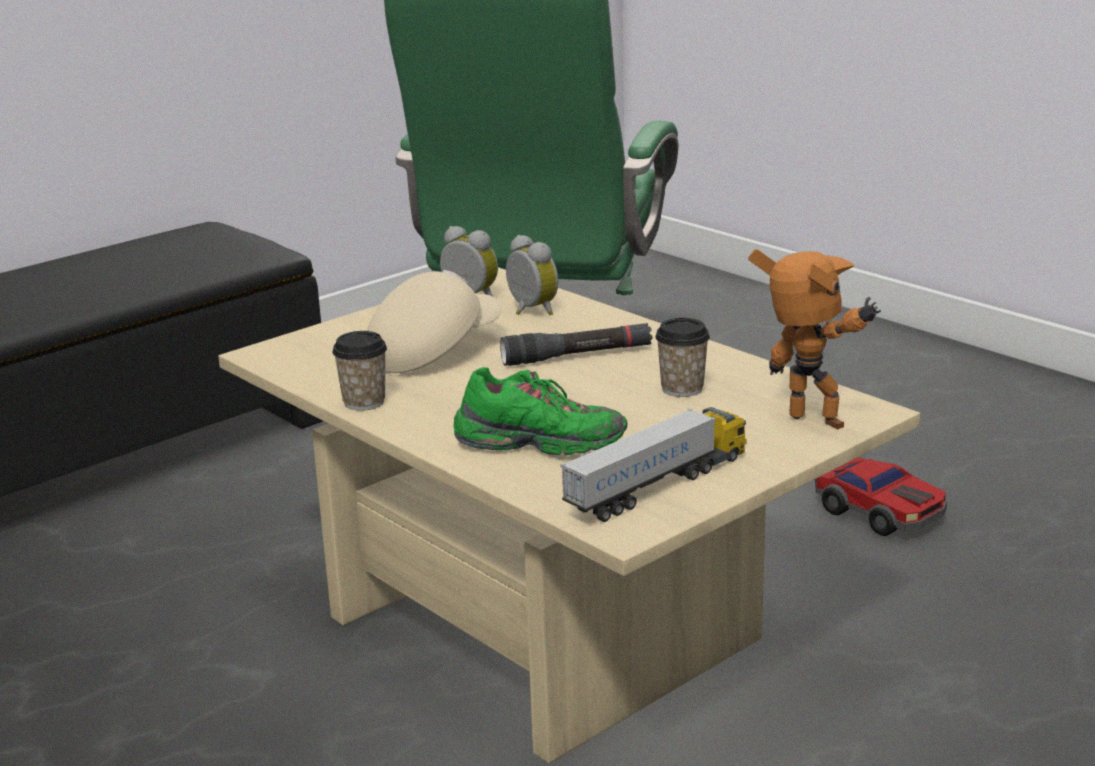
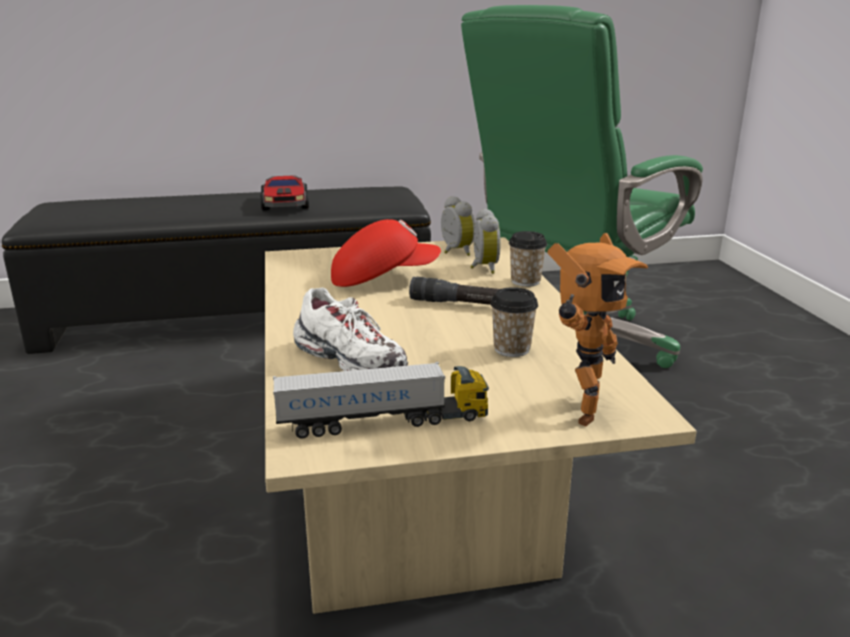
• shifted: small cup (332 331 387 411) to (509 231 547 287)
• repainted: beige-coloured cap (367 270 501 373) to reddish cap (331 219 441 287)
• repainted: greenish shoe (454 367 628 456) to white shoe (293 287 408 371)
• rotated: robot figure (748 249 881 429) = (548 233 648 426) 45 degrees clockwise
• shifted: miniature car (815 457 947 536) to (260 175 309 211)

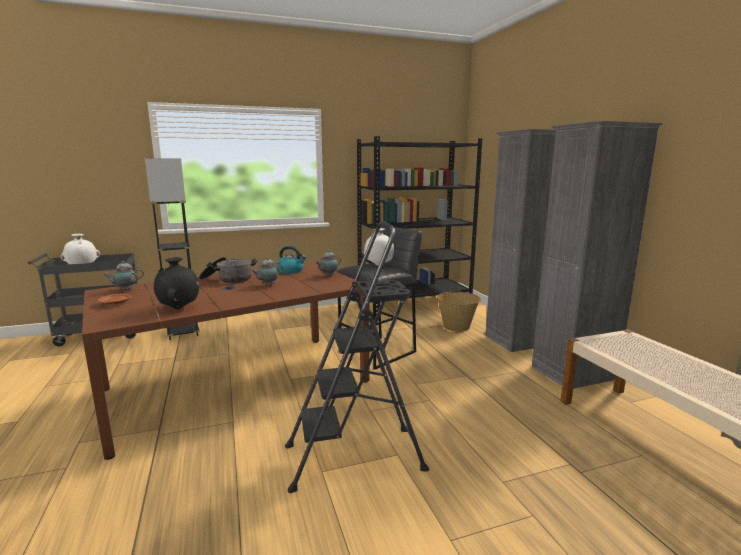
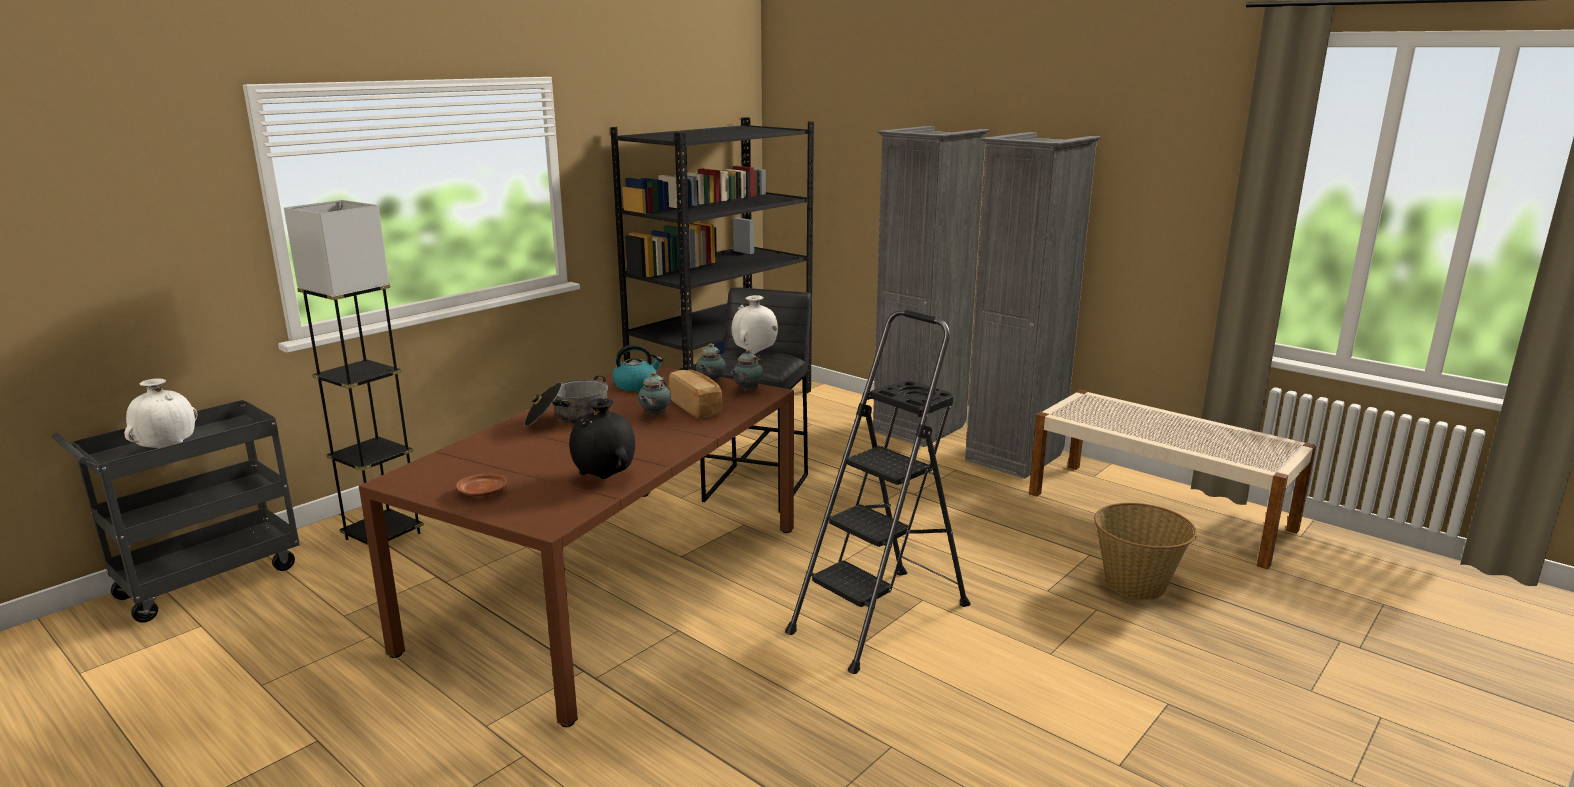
• shifted: teapot (103 261 144 290) to (731 350 763 392)
• shifted: household basket (437 292 481 332) to (1094 503 1197 600)
• new: bread (668 370 723 419)

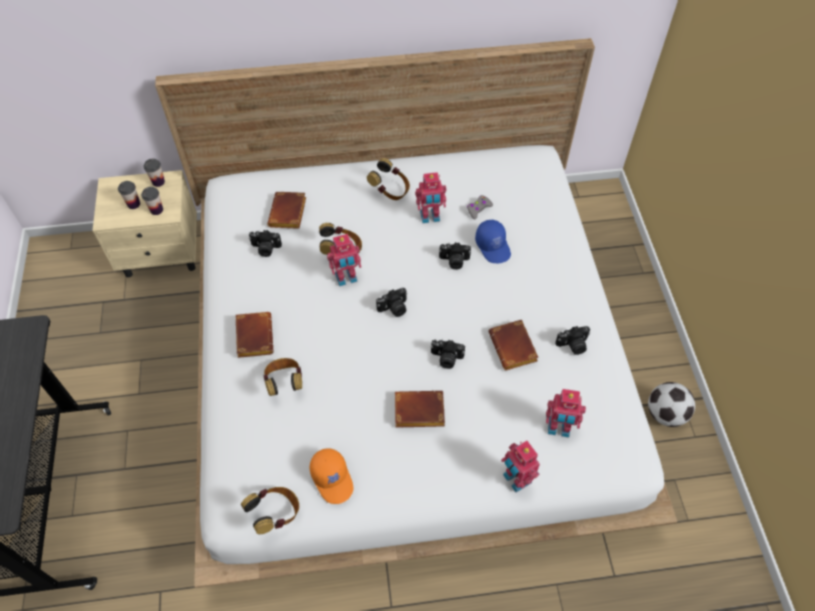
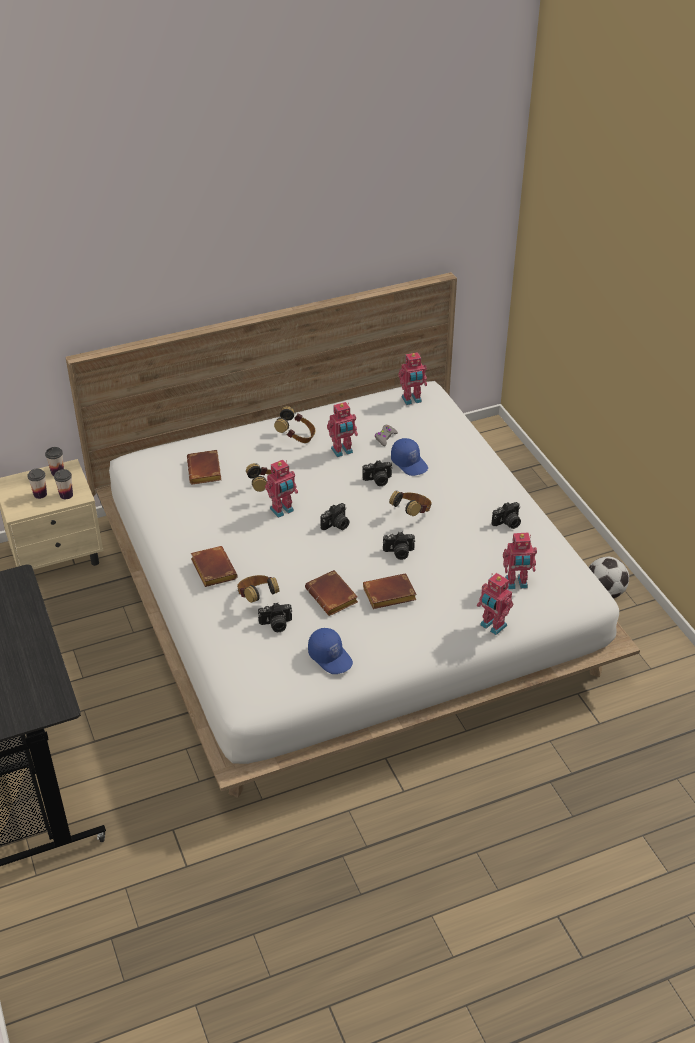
• shifted: pair of headphones (241 487 299 534) to (389 490 432 516)
• shifted: still camera (249 230 282 257) to (258 602 292 632)
• repainted: orange-coloured cap (310 448 353 504) to blue-coloured cap (308 628 353 674)
• shifted: brown book (488 319 539 370) to (305 570 358 616)
• new: robot figure (398 352 427 405)

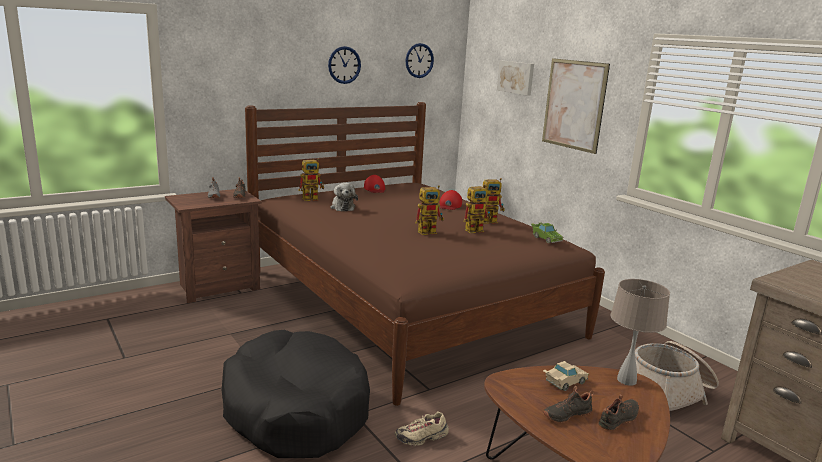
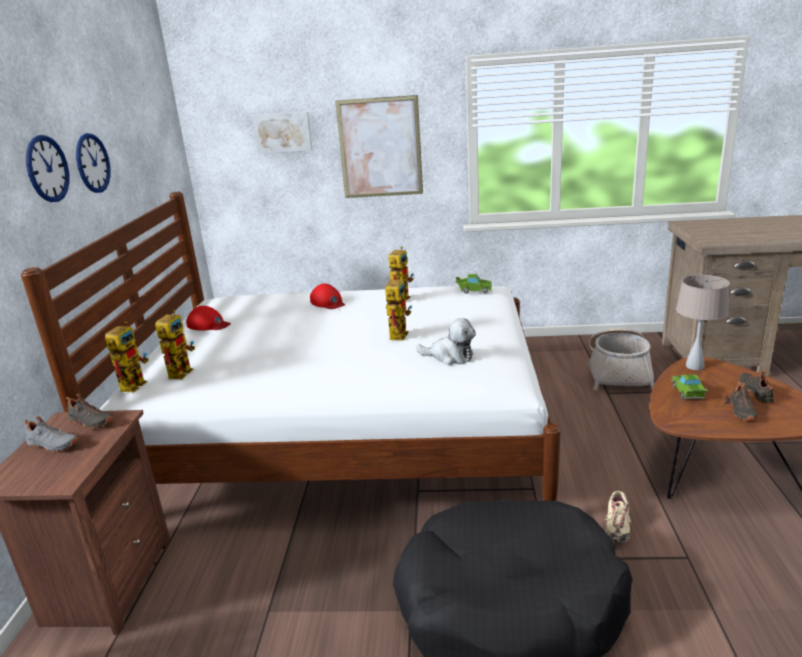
• repainted: brown bedroom bed (245 102 605 406) to white bedroom bed (21 192 561 501)
• shifted: plush toy (330 183 358 211) to (416 318 476 365)
• shifted: clock on the wall (405 43 434 78) to (26 135 69 202)
• shifted: robot figure (463 185 491 233) to (105 321 149 392)
• repainted: beige-coloured miniature car (543 361 589 391) to greenish miniature car (672 374 708 399)

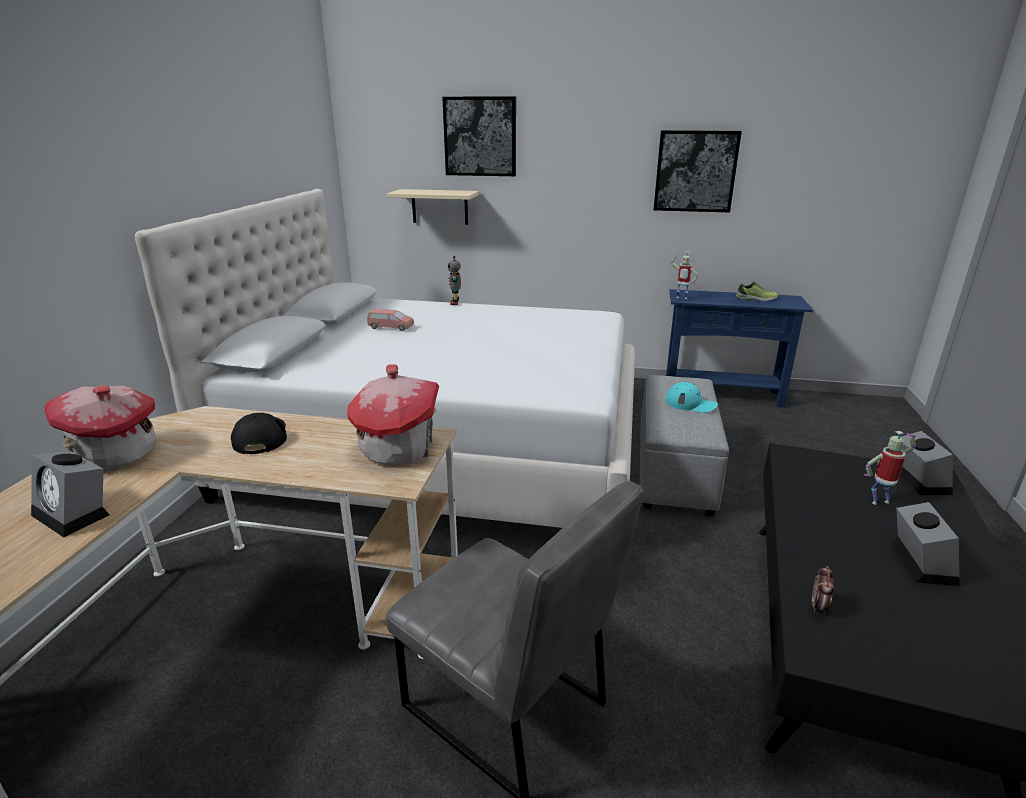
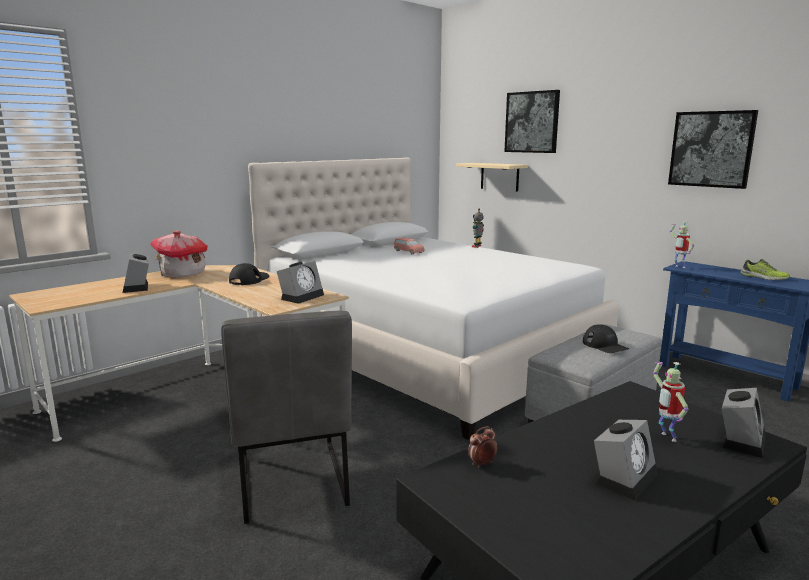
• swapped: model house (347 364 439 465) to table clock (277 261 324 304)
• repainted: turquoise cap (665 382 718 413) to blackish cap (583 324 629 353)
• rotated: robot figure (864 431 916 505) = (653 362 688 442) 135 degrees counterclockwise

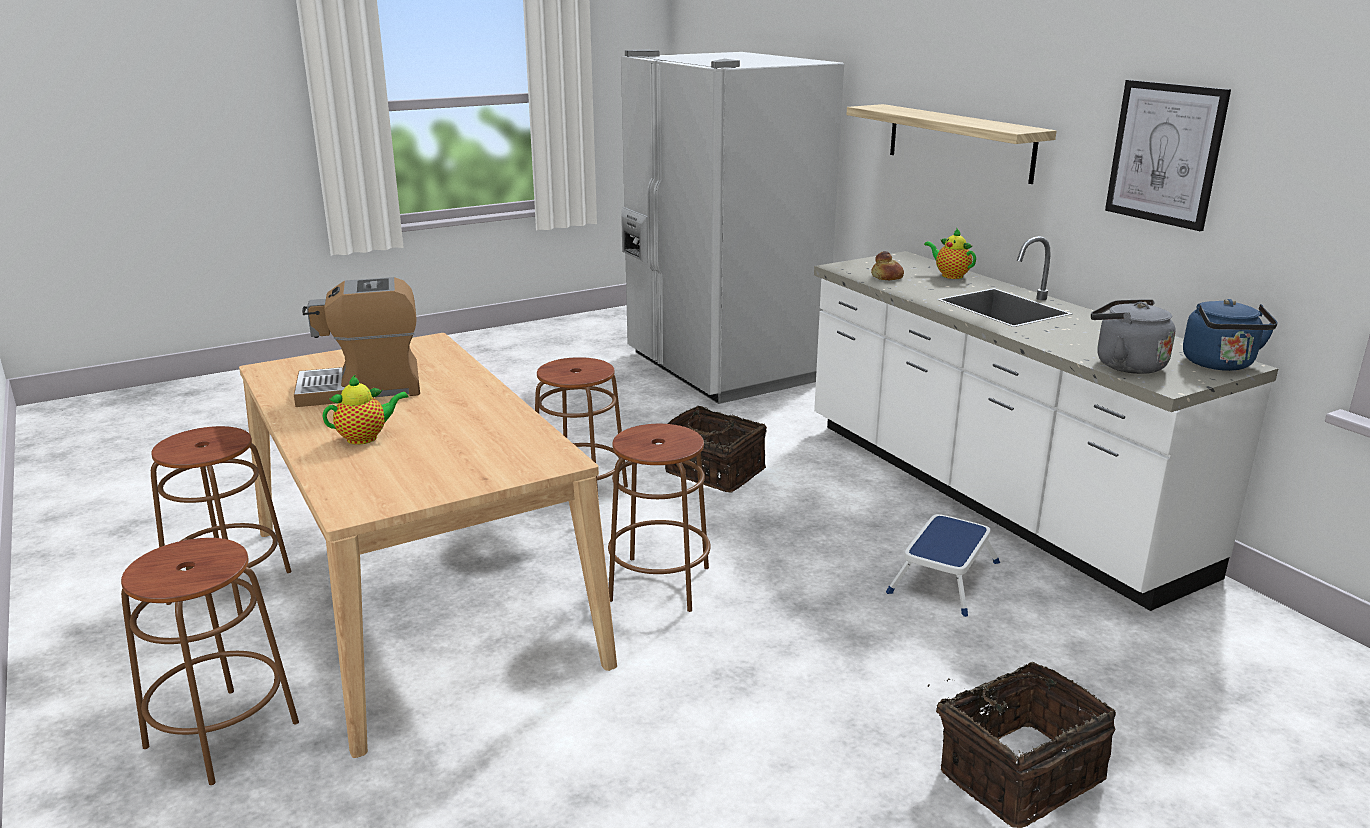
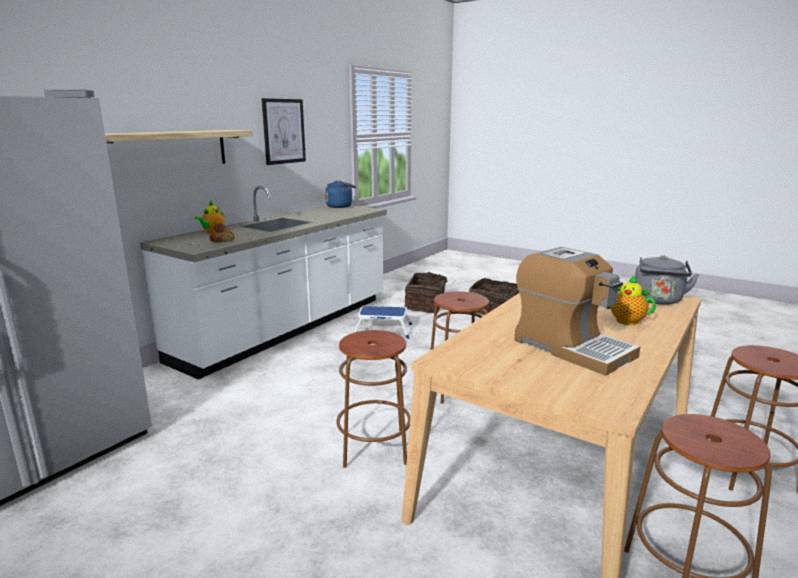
• shifted: household basket (665 406 767 493) to (405 272 447 313)
• shifted: grey tea kettle (1091 299 1176 374) to (635 255 699 305)

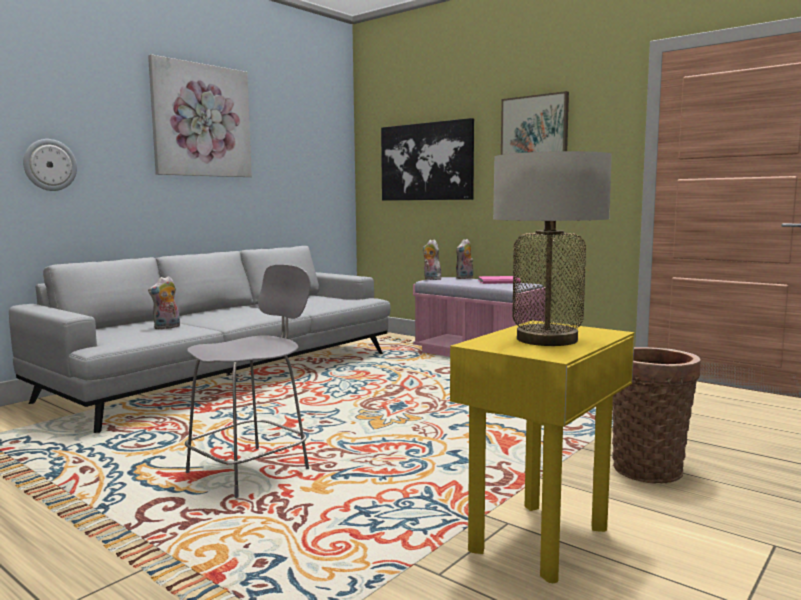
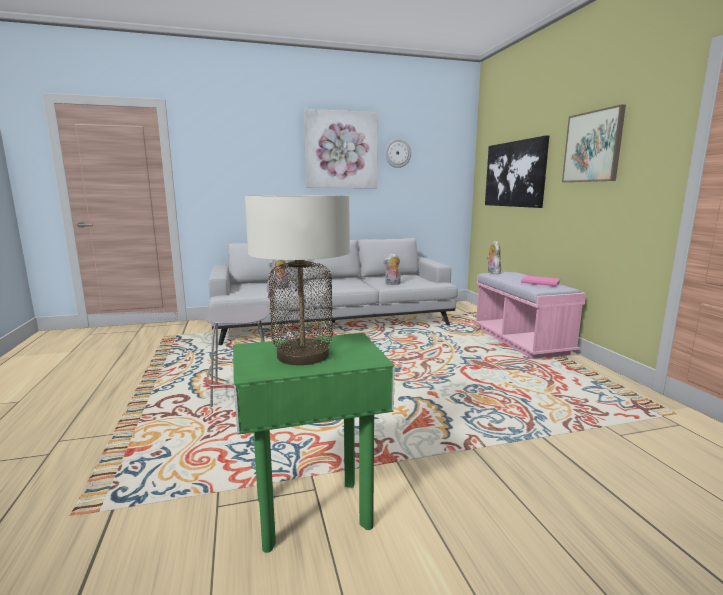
• shifted: clock on the wall (23 139 77 191) to (385 139 411 168)
• repainted: yellow end table (450 320 635 583) to greenish end table (233 333 395 553)
• shifted: plush toy (456 239 473 279) to (383 253 401 285)
• gone: household basket (612 347 701 483)

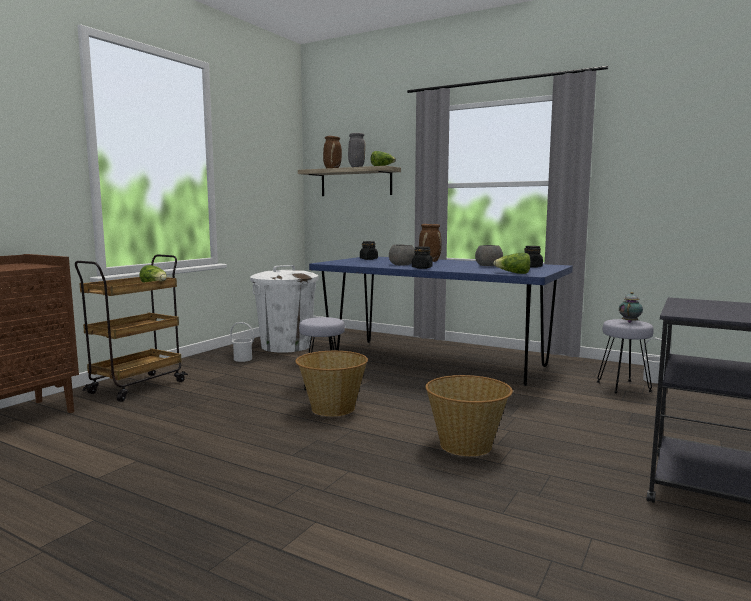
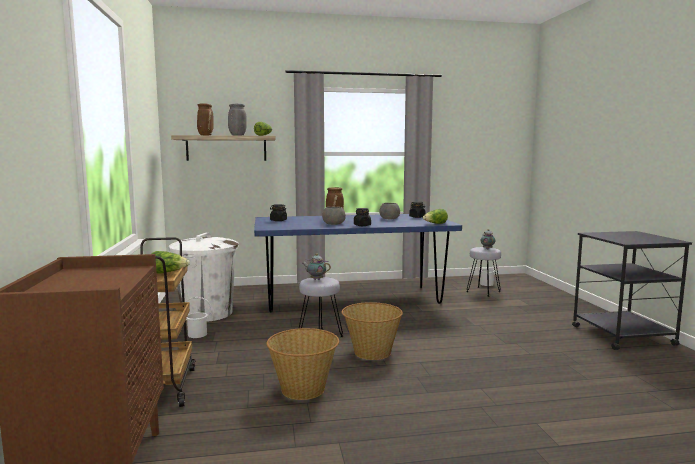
• shifted: household basket (425 375 513 456) to (267 328 339 400)
• new: teapot (302 254 331 280)

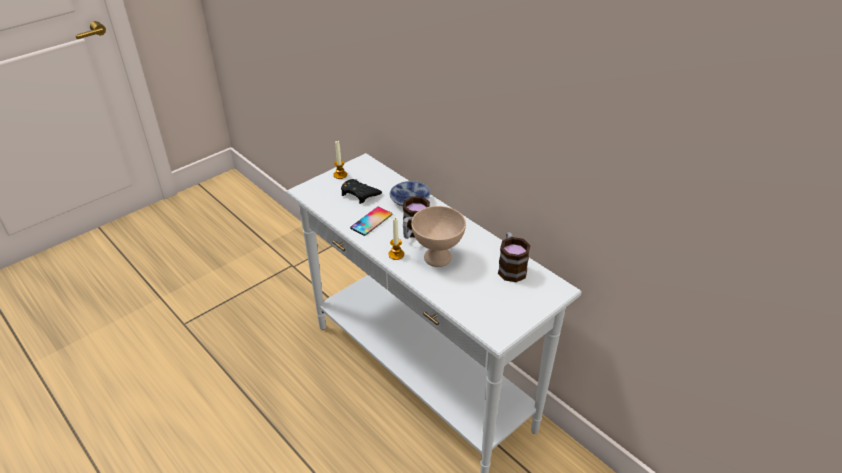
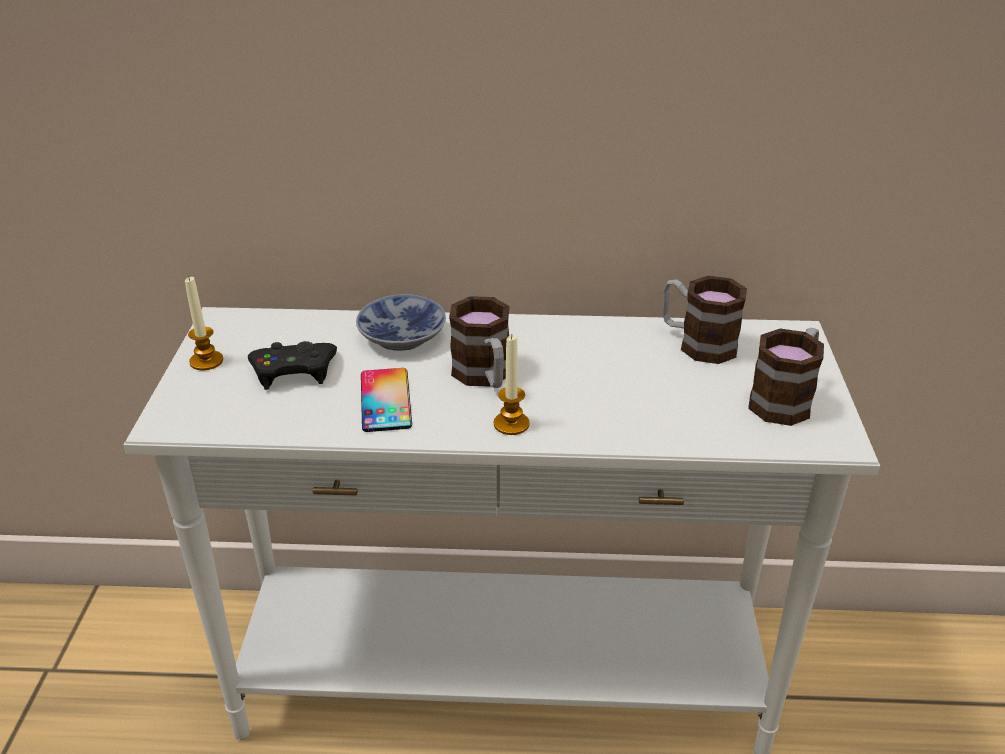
• gone: beige-coloured deep dish (411 206 466 267)
• new: coffee mug (748 328 824 426)

